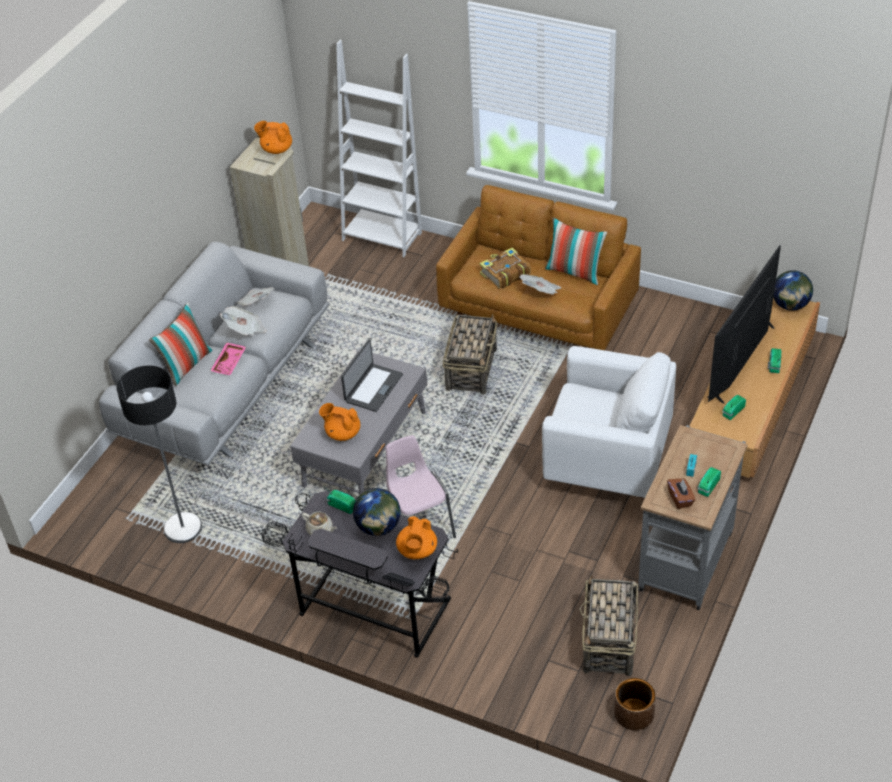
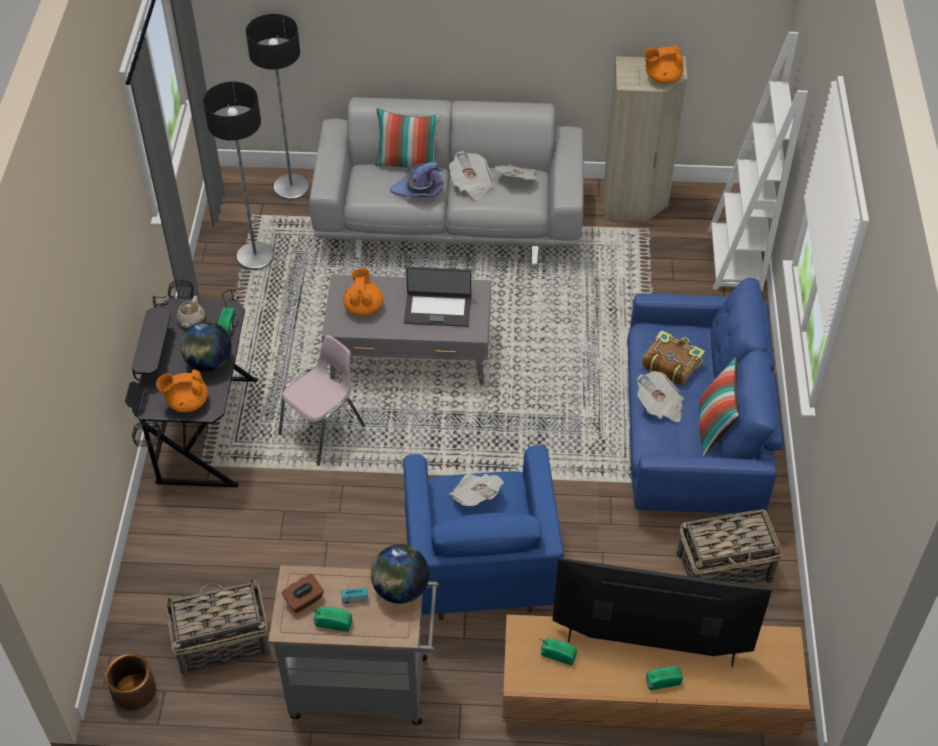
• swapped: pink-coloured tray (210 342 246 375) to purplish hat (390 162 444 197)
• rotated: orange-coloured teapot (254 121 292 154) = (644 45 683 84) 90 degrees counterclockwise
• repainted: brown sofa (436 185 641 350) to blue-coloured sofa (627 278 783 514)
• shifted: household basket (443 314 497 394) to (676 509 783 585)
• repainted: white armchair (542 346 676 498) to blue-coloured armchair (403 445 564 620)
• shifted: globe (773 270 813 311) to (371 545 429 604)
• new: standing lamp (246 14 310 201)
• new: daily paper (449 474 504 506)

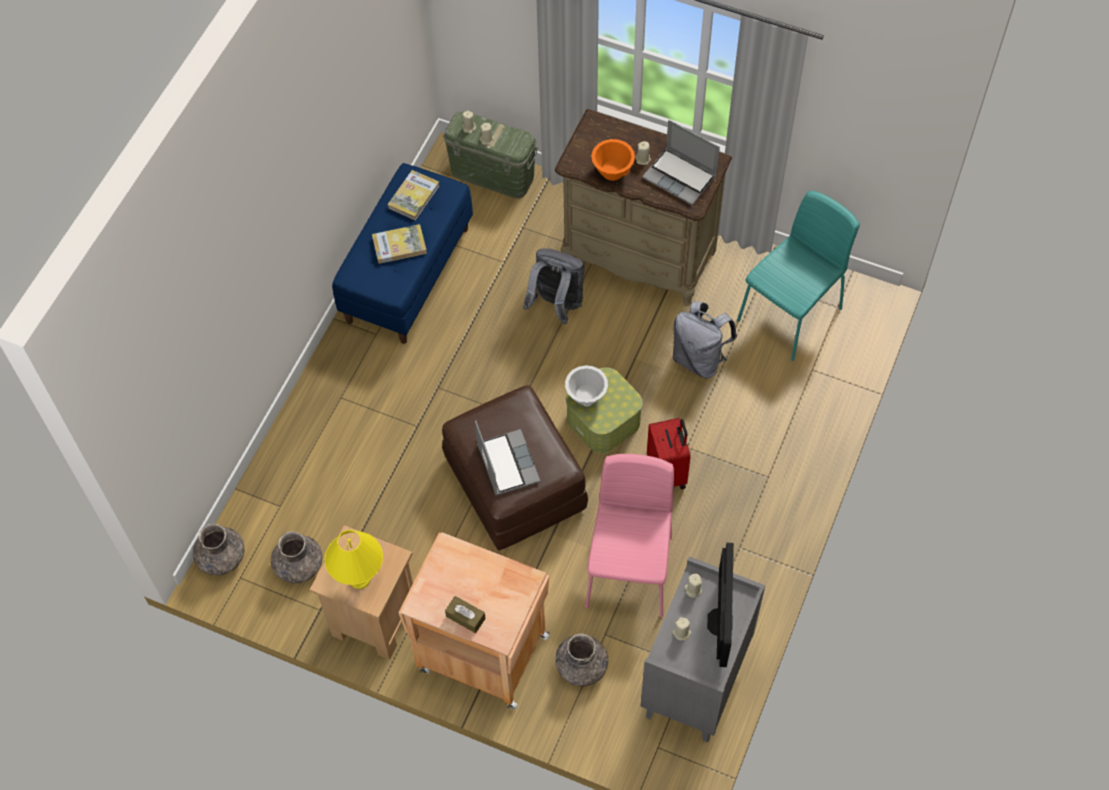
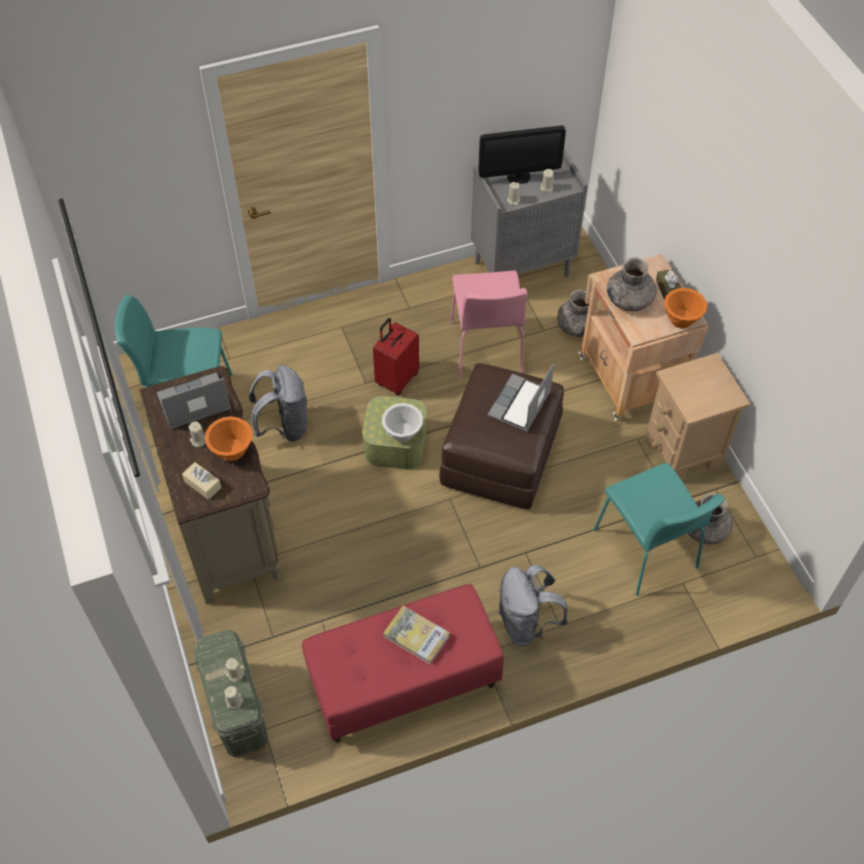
• shifted: grey vase (193 524 244 576) to (607 257 657 311)
• gone: yellow table lamp (325 530 383 589)
• repainted: blue-coloured bench (332 163 473 344) to reddish bench (302 584 504 743)
• gone: book (388 170 440 220)
• shifted: grey rucksack (523 248 585 325) to (498 565 568 646)
• rotated: pink-coloured chair (585 454 674 618) = (450 270 527 379) 60 degrees counterclockwise
• rotated: portable computer (642 120 720 205) = (157 372 231 429) 105 degrees counterclockwise
• rotated: computer screen (707 543 734 667) = (478 126 566 184) 150 degrees counterclockwise
• new: beige-coloured box of tissues (182 462 221 500)
• new: turquoise chair (593 463 725 596)
• new: orange-coloured deep dish (664 288 707 328)

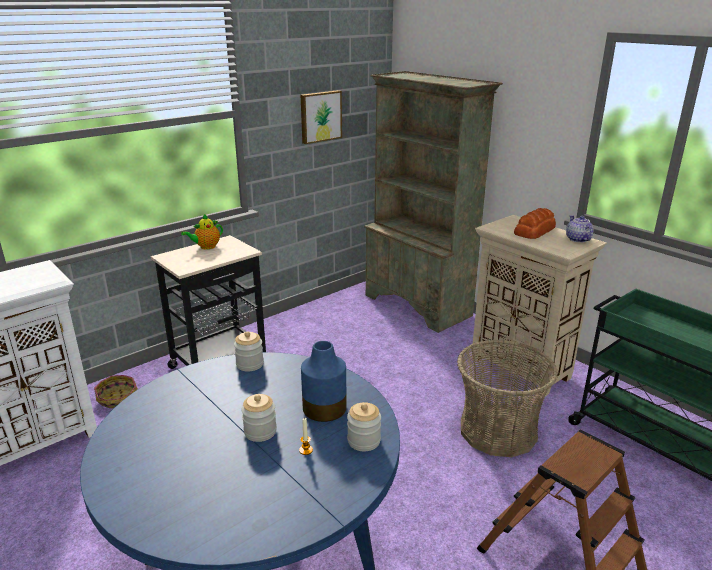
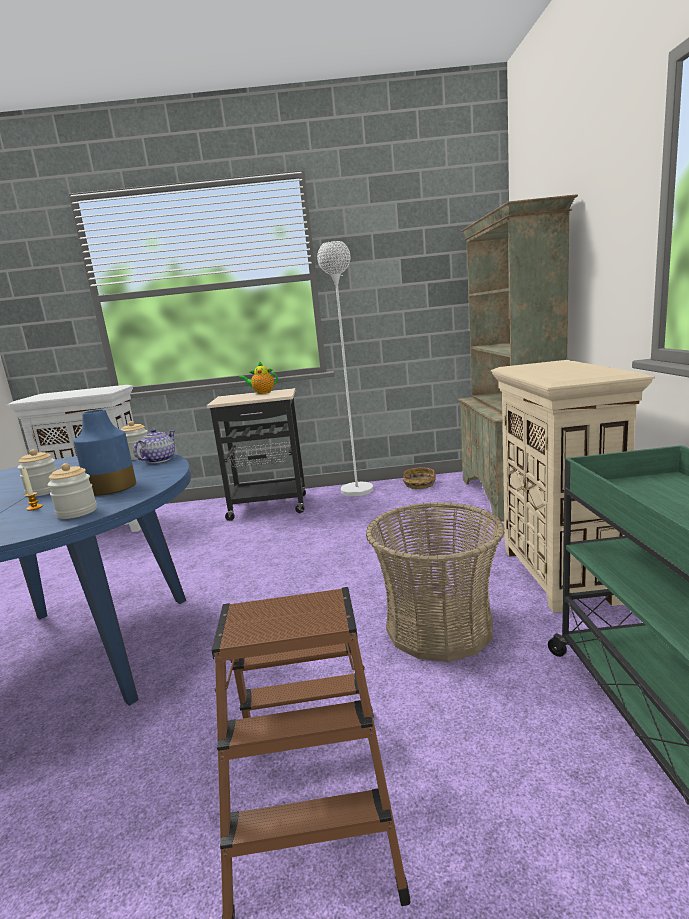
• shifted: household basket (94 375 138 408) to (403 467 436 489)
• gone: wall picture (301 90 342 144)
• gone: bread (514 208 556 239)
• shifted: teapot (566 215 593 243) to (134 429 175 463)
• new: white standing lamp (317 241 373 496)

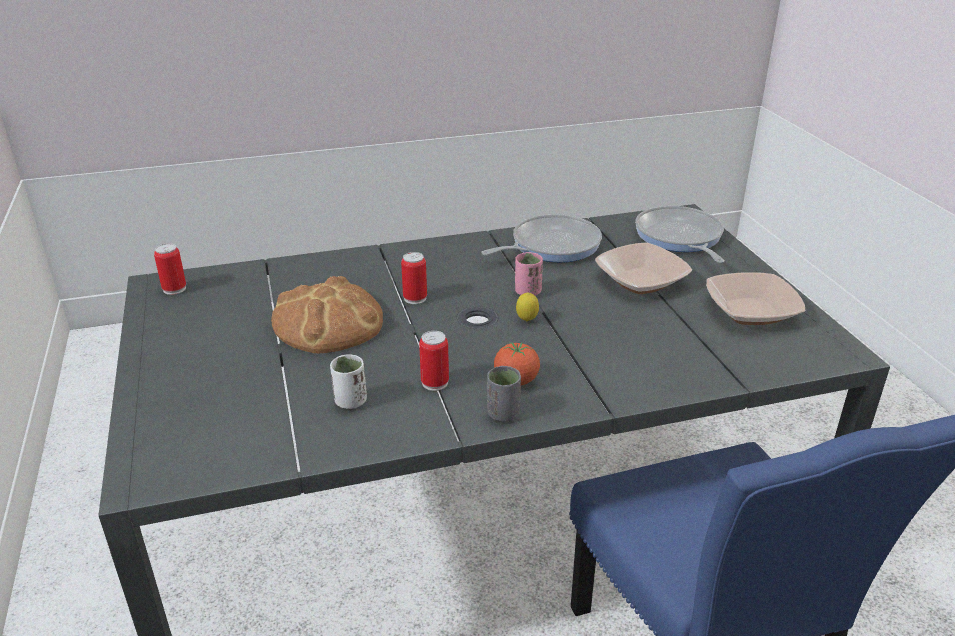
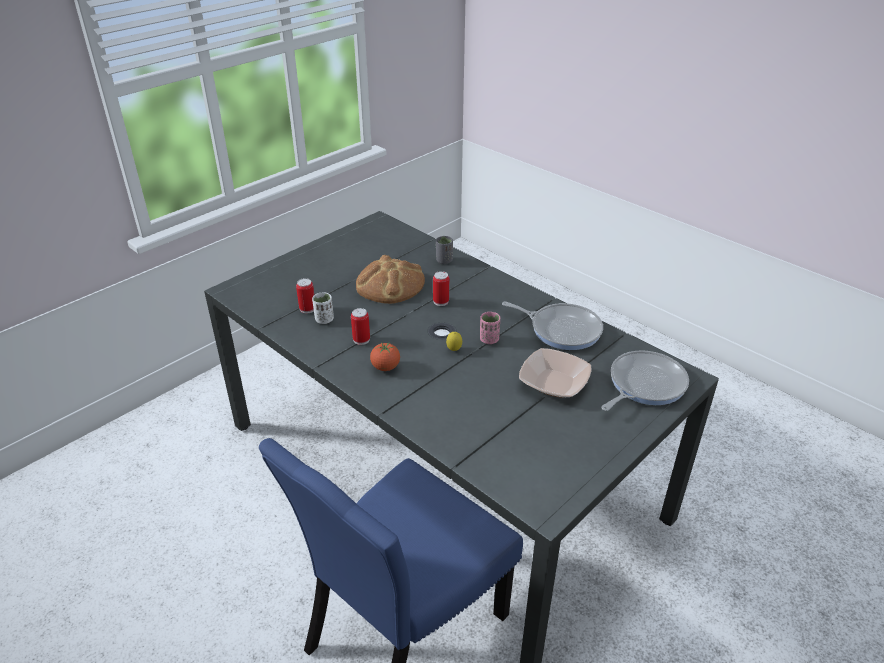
• shifted: sealed can (154 243 186 295) to (296 278 314 313)
• shifted: grey small cup (487 366 521 422) to (436 236 453 264)
• gone: deep dish (706 272 805 325)

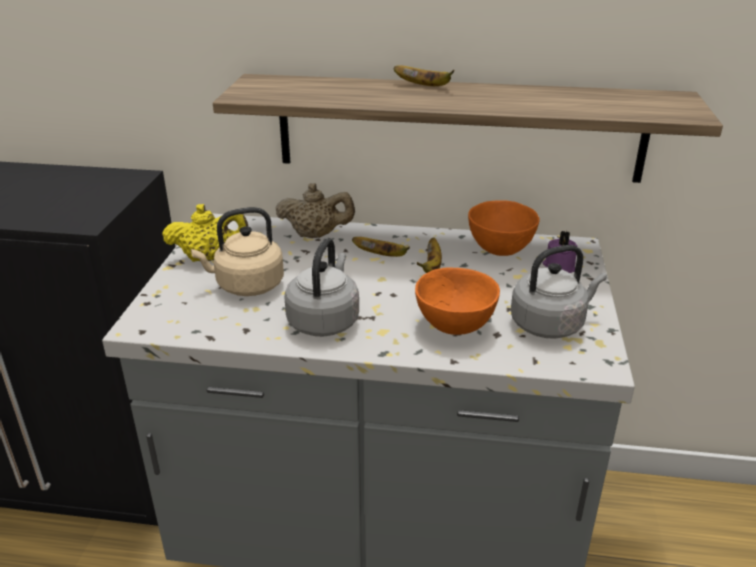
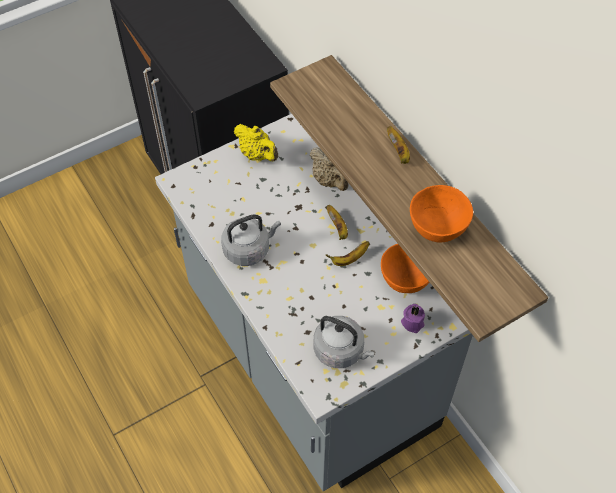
• gone: beige-coloured tea kettle (191 207 284 296)
• shifted: orange-coloured deep dish (415 267 500 335) to (410 185 473 243)

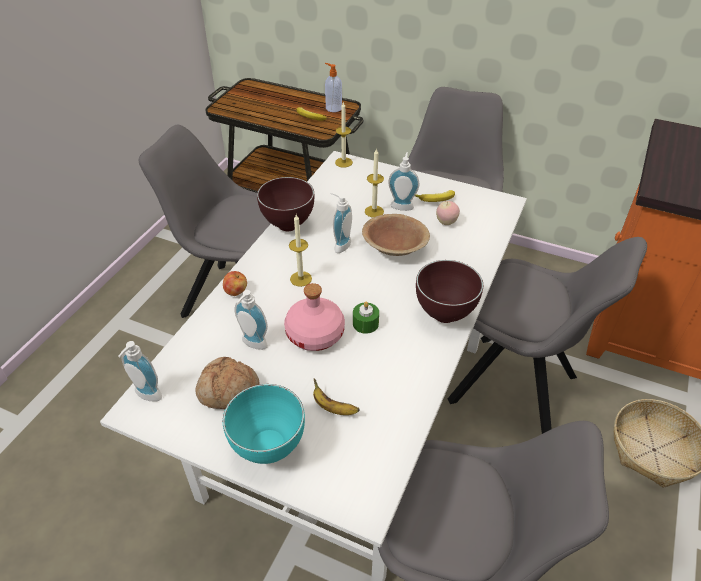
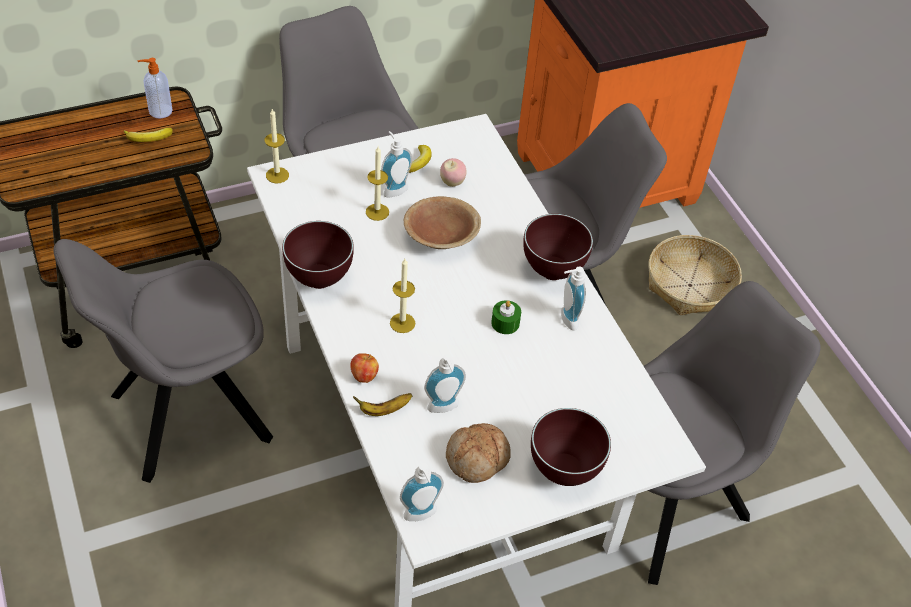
• repainted: turquoise deep dish (223 384 305 464) to brown deep dish (531 408 611 486)
• gone: pink-coloured bottle (284 283 345 351)
• shifted: whole banana (313 378 360 415) to (353 393 412 416)
• shifted: liquid soap bottle (330 193 352 253) to (561 267 586 330)

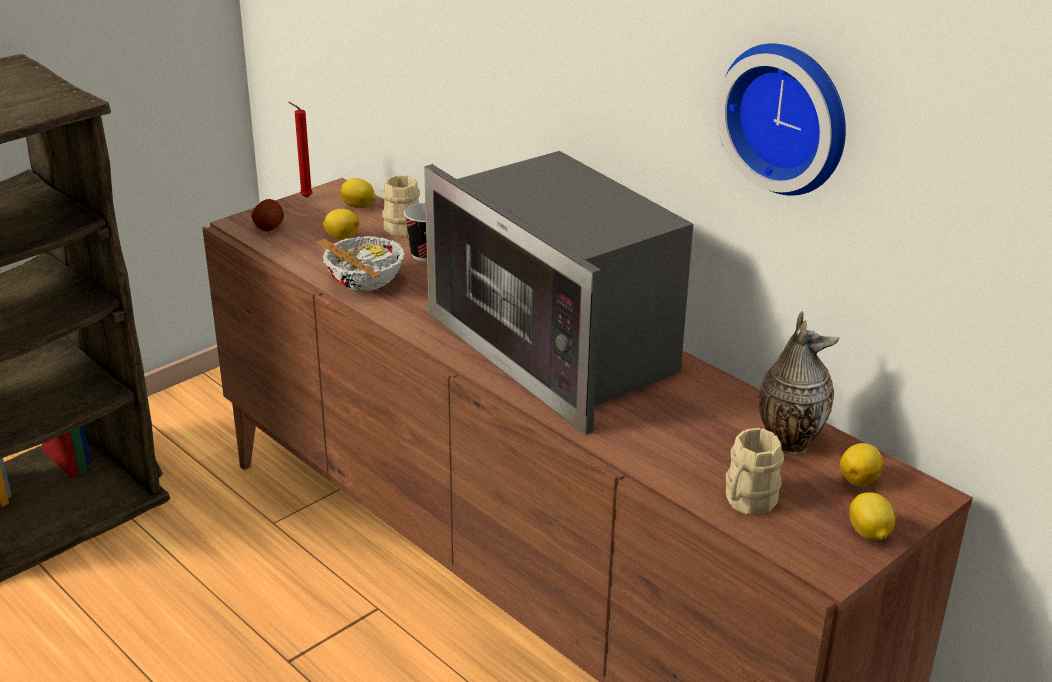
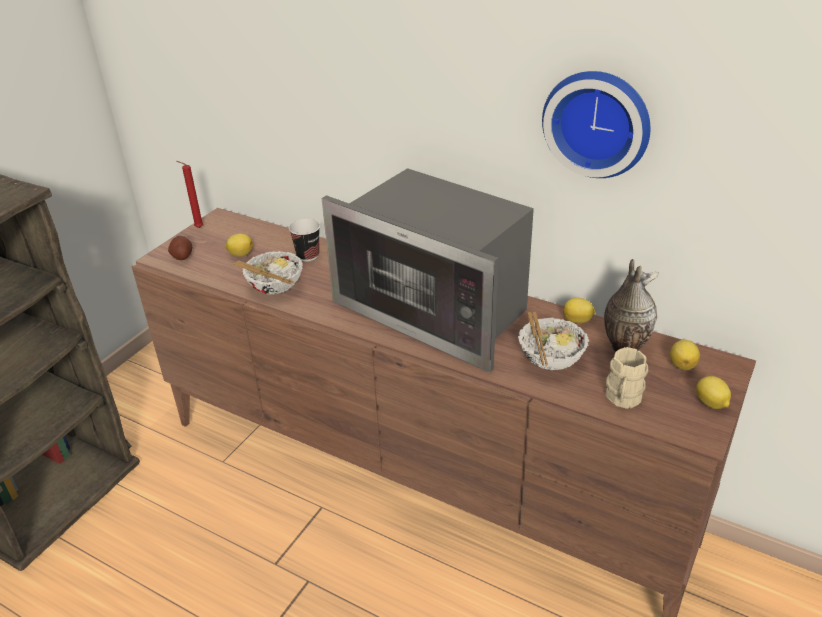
• shifted: citrus fruit (340 178 376 208) to (563 298 596 324)
• gone: beige-coloured coffee mug (382 175 420 237)
• new: deep dish (518 312 589 370)

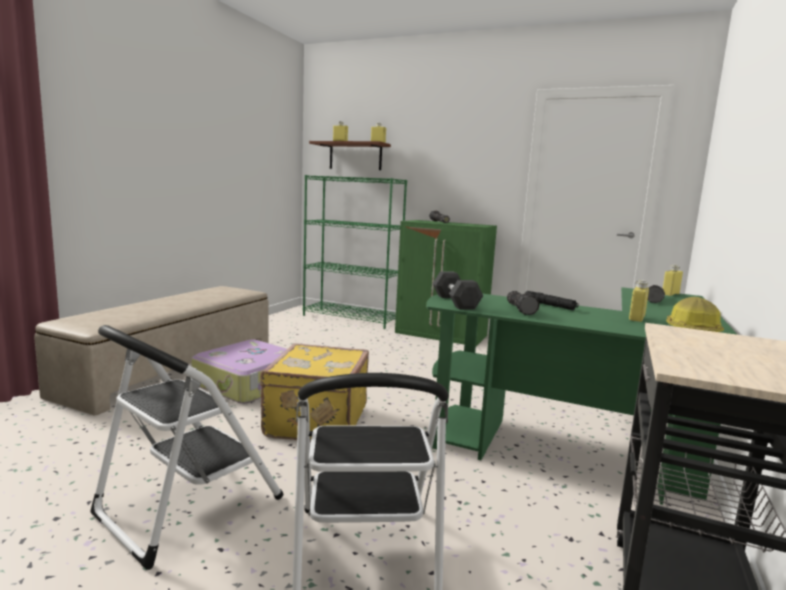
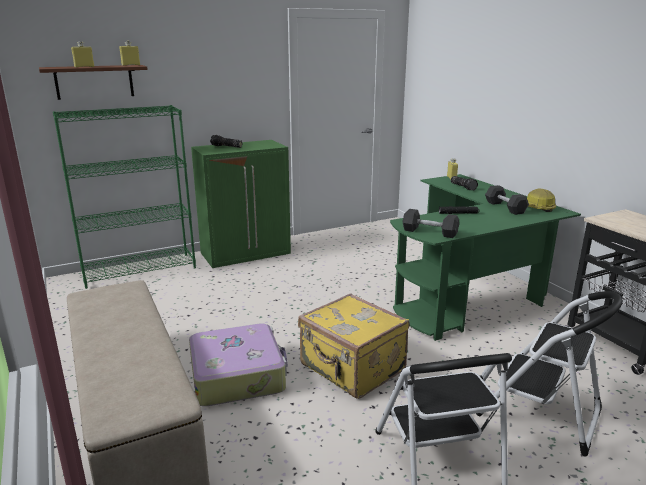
• gone: hand torch (507 291 540 315)
• swapped: yellow bottle (629 280 649 322) to grey dumbbell (485 185 529 215)

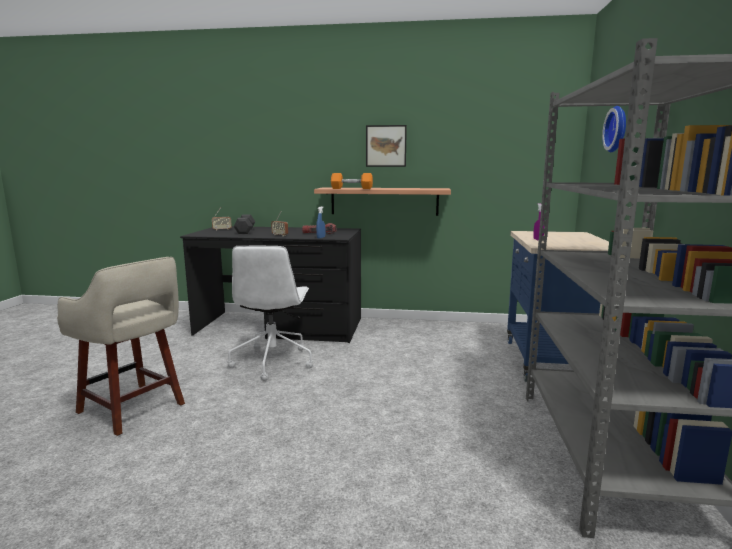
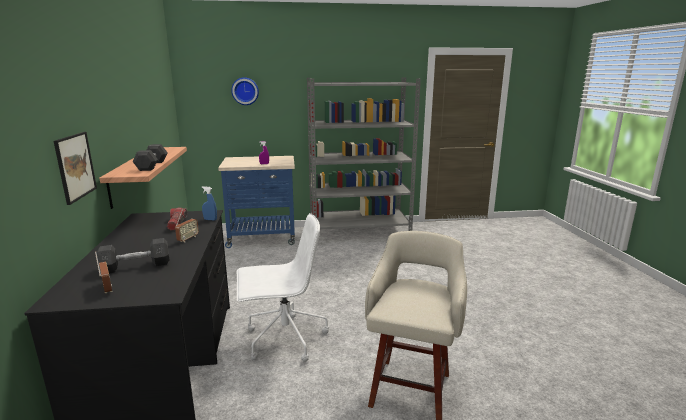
• repainted: orange-coloured dumbbell (331 173 373 189) to grey dumbbell (133 144 168 171)
• shifted: wall picture (366 125 407 167) to (54 132 97 205)

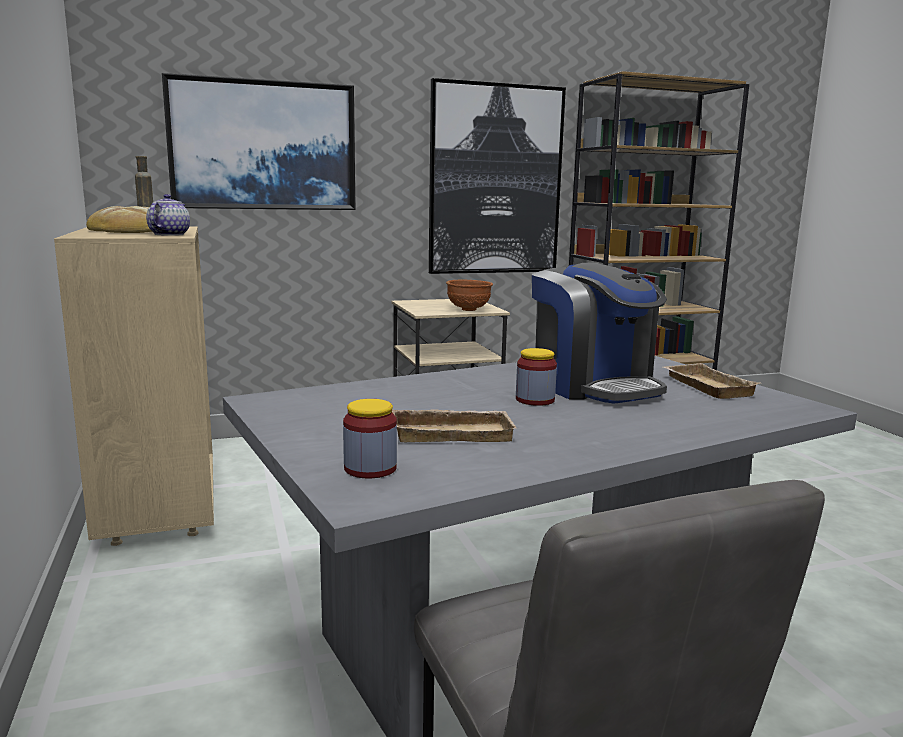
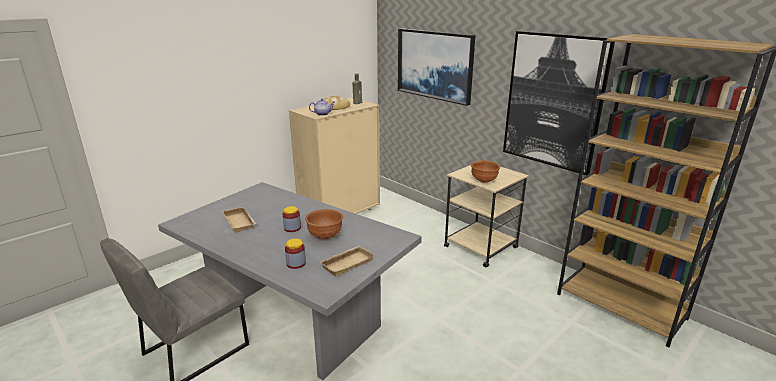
• shifted: preserve jar (343 399 397 478) to (285 239 306 269)
• swapped: coffee brewer (532 263 667 404) to brown deep dish (305 209 343 239)

